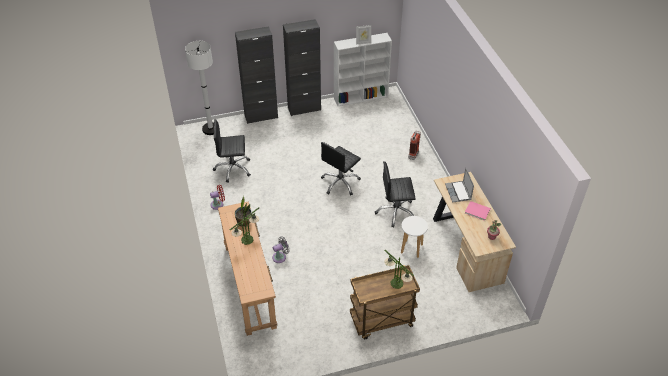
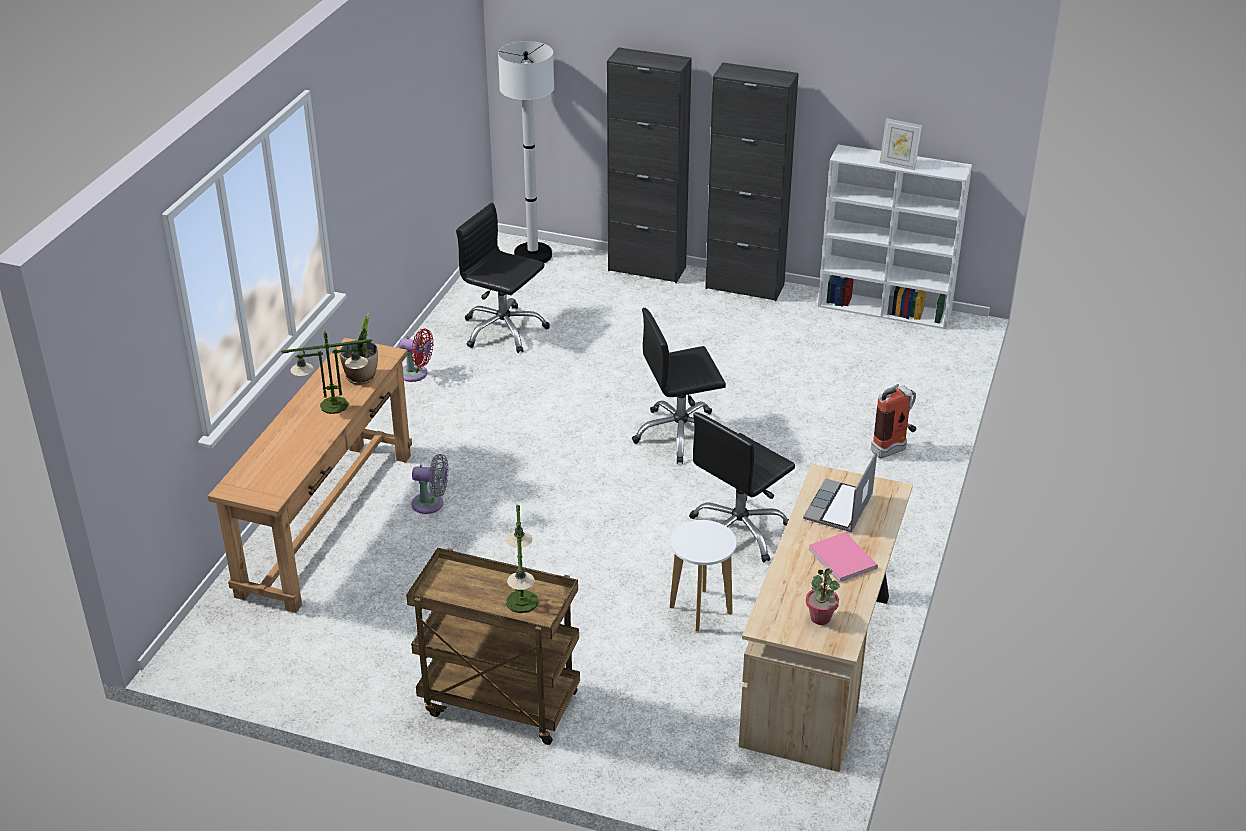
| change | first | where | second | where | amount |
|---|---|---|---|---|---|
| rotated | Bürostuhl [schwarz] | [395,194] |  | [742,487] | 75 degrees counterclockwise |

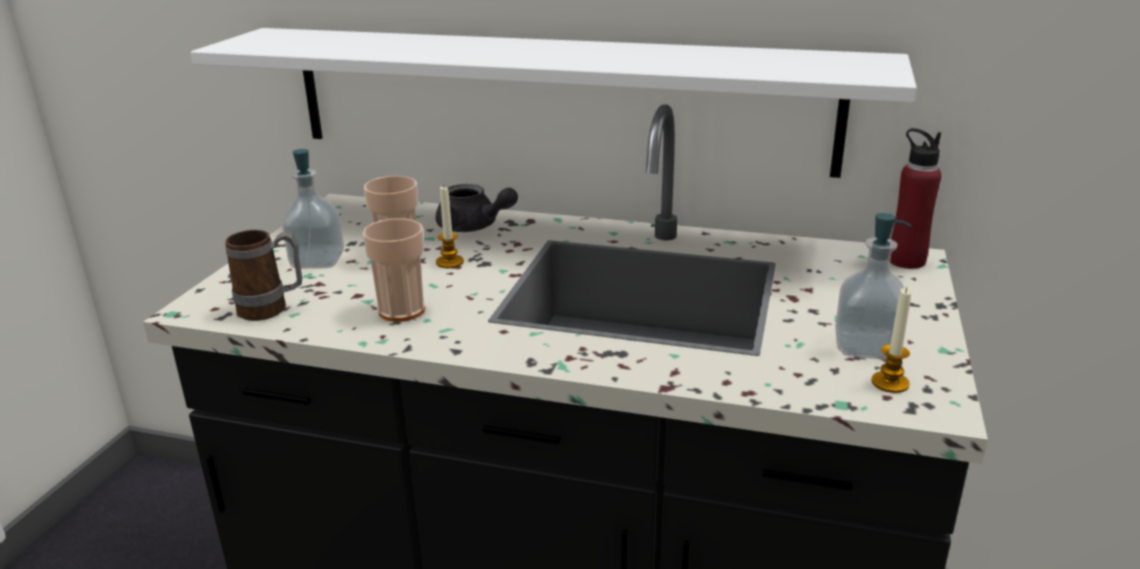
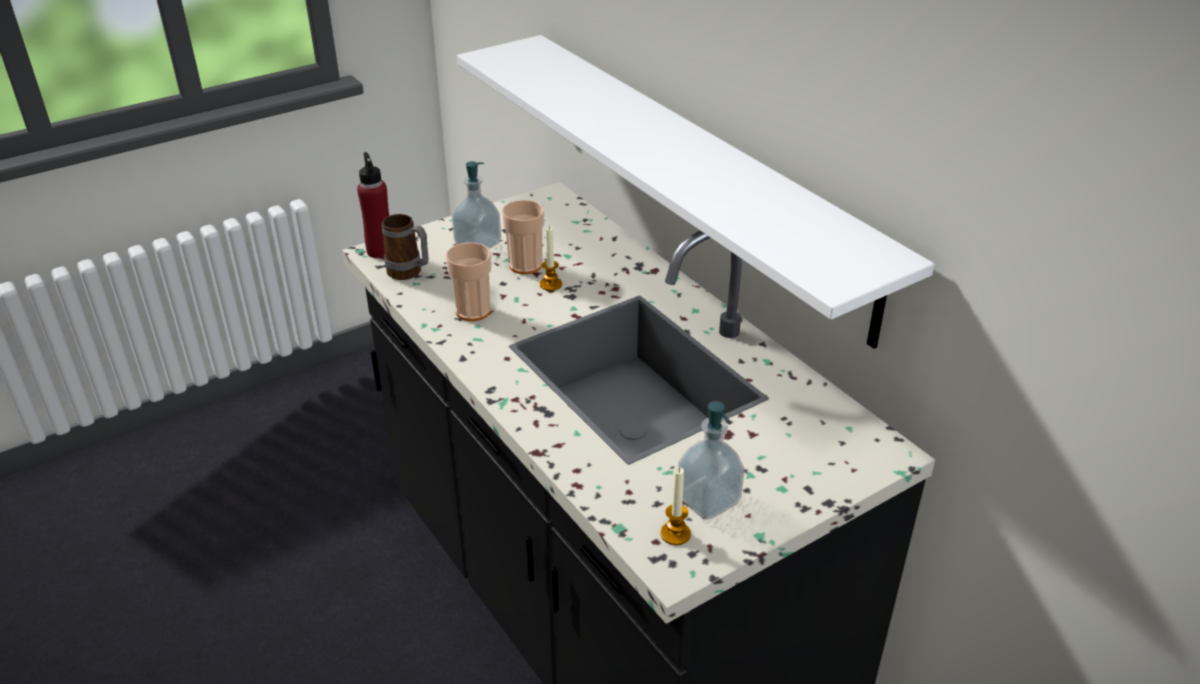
| change | first | where | second | where | amount |
|---|---|---|---|---|---|
| shifted | Flasche [rot] | [916,198] |  | [373,205] |  |
| gone | Teekanne [grau] | [476,208] |  |  |  |

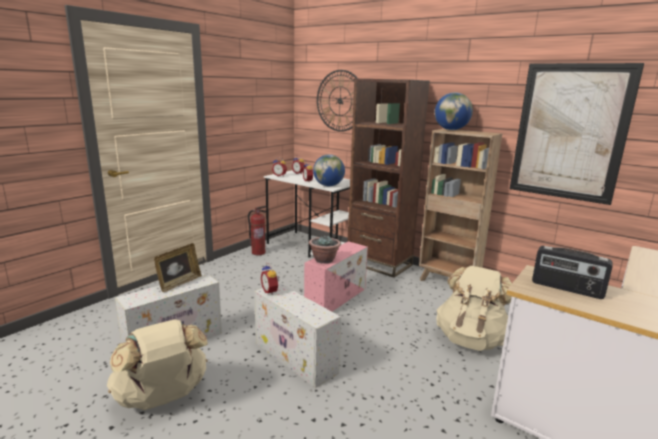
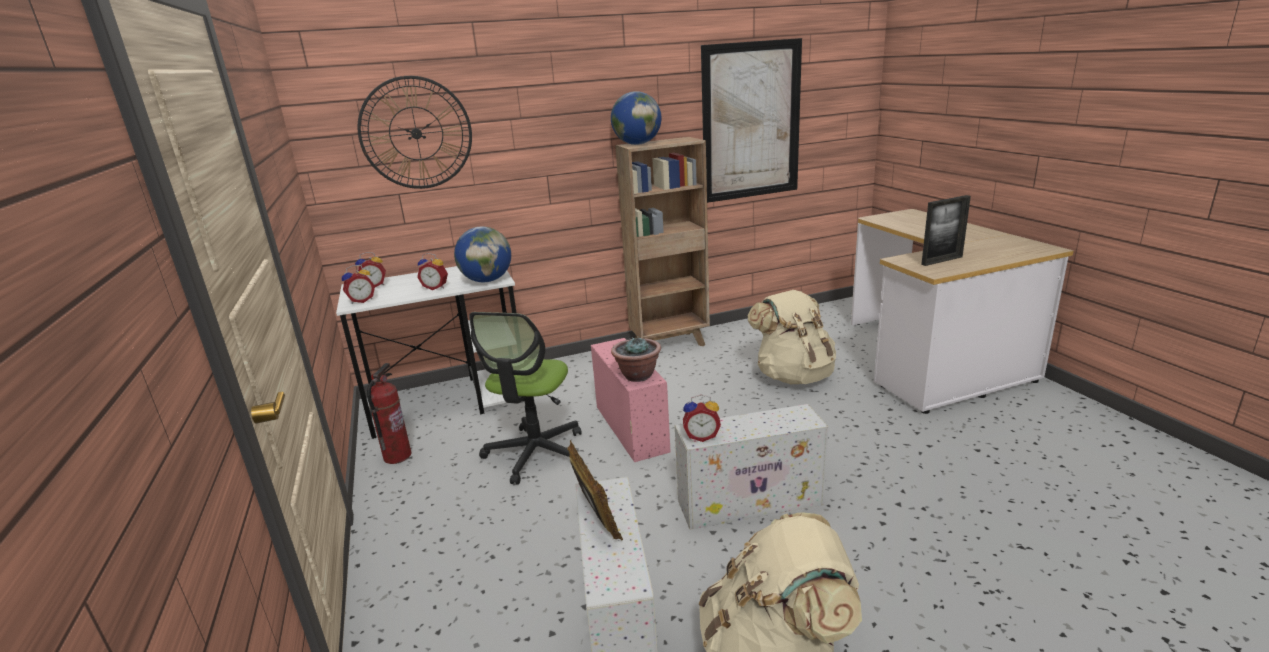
| change | first | where | second | where | amount |
|---|---|---|---|---|---|
| gone | Bücherregal [braun] | [389,178] |  |  |  |
| swapped | Radio | [572,272] | Bilderrahmen | [946,230] |  |
| new |  |  | Bürostuhl | [526,398] |  |

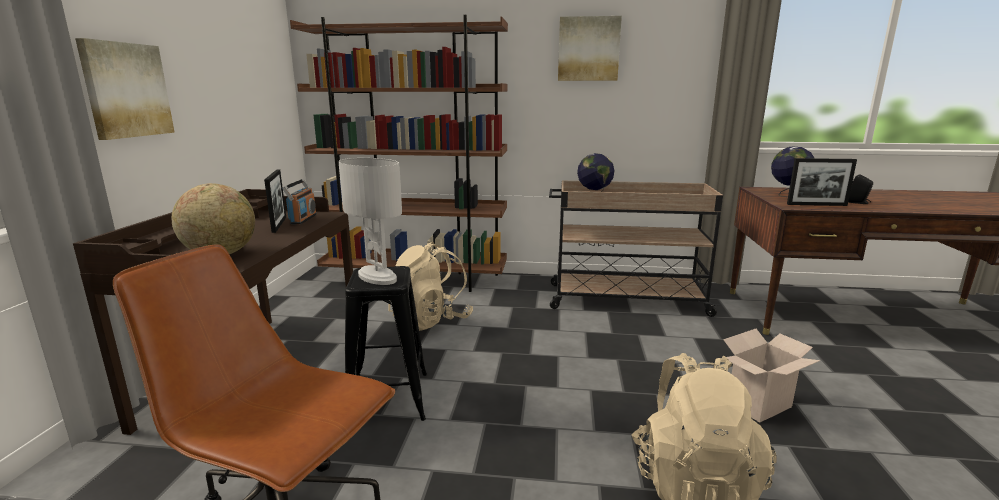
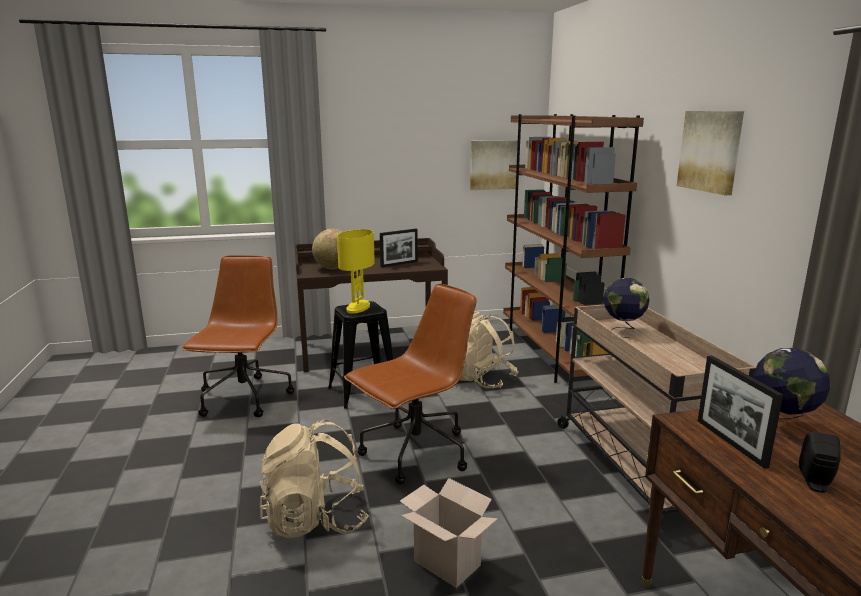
| change | first | where | second | where | amount |
|---|---|---|---|---|---|
| shifted | Bild | [125,89] |  | [494,165] |  |
| repainted | Tischlampe [weiß] | [370,221] | Tischlampe [gelb] | [355,271] |  |
| gone | Radio | [299,201] |  |  |  |
| new |  |  | Bürostuhl [braun] | [410,384] |  |

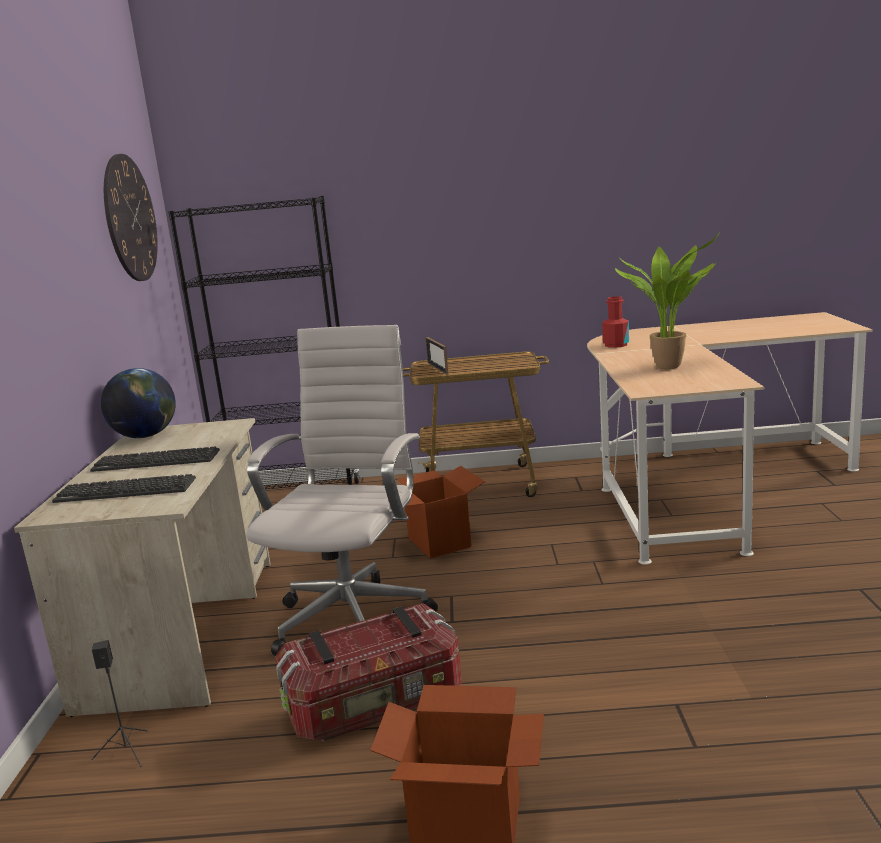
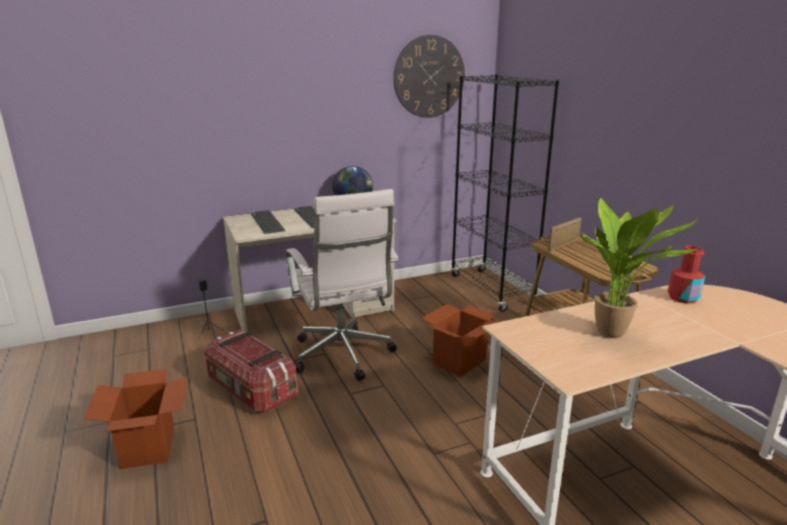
| change | first | where | second | where | amount |
|---|---|---|---|---|---|
| rotated | Bürostuhl [weiß] | [342,490] |  | [342,285] | 75 degrees clockwise |

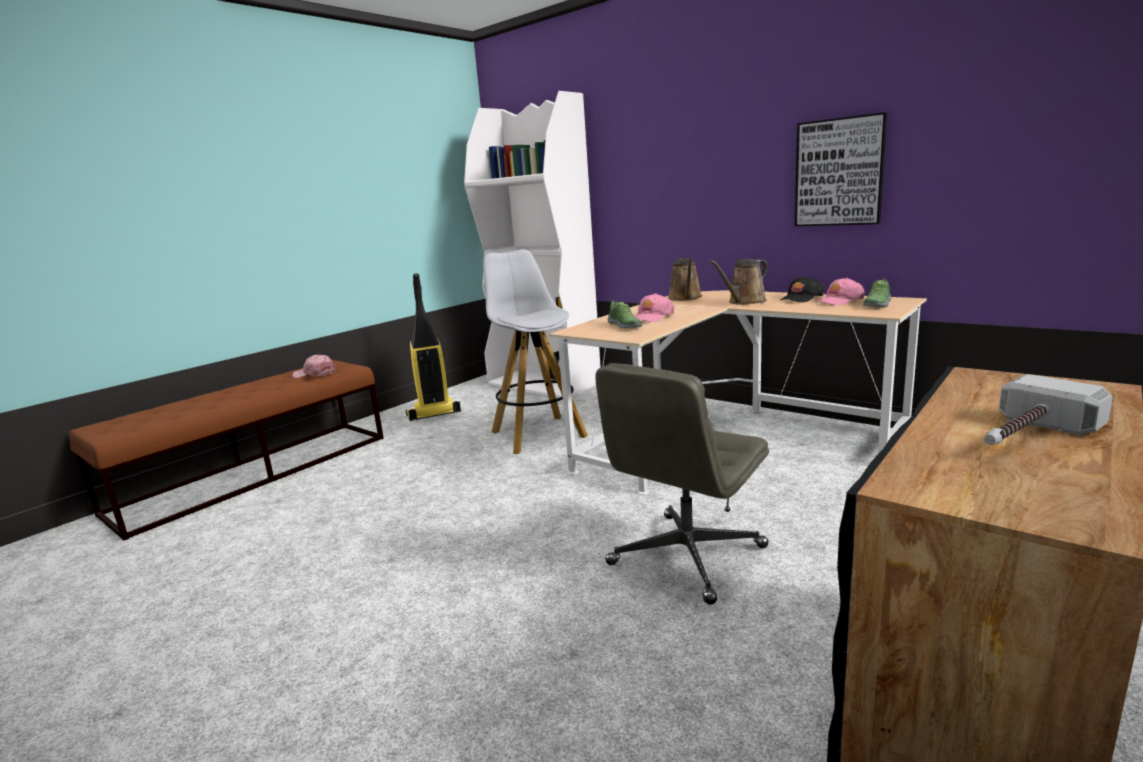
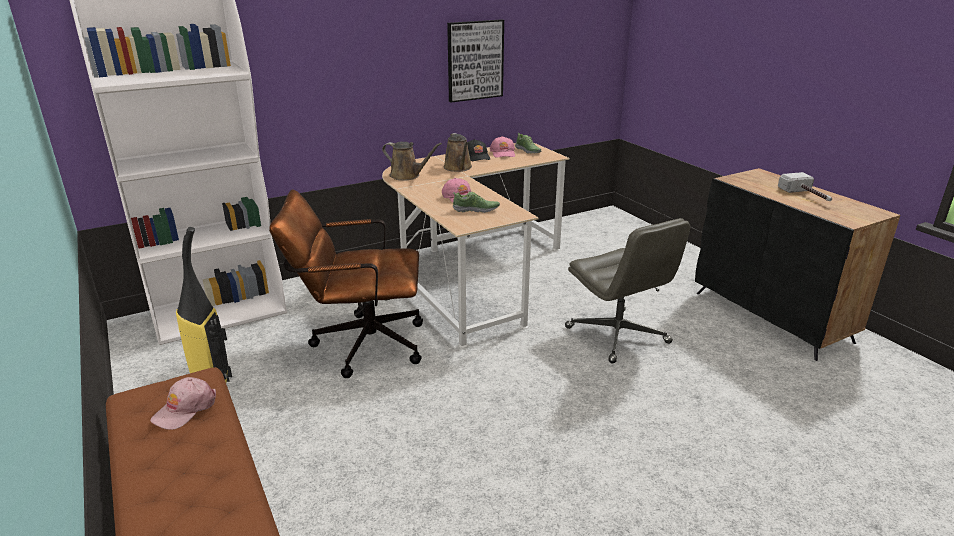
| change | first | where | second | where | amount |
|---|---|---|---|---|---|
| swapped | Hocker [weiß] | [535,351] | Bürostuhl [braun] | [346,283] |  |

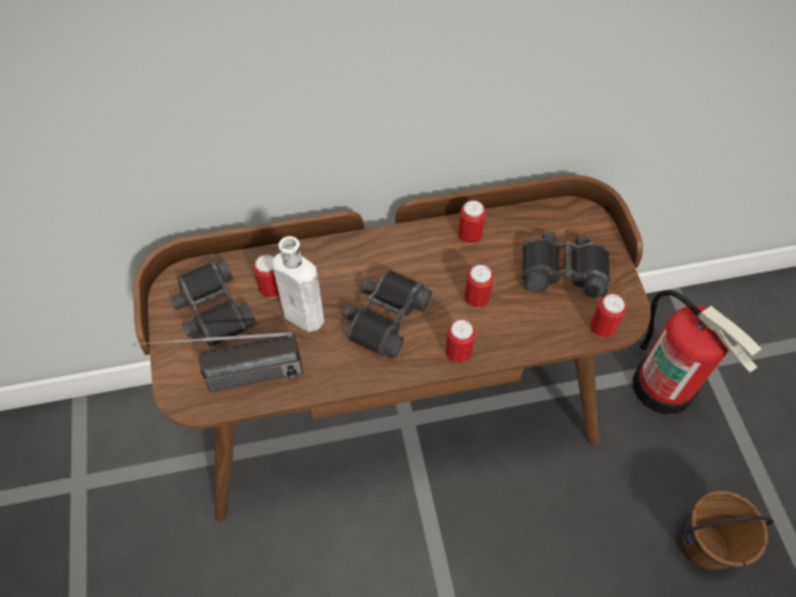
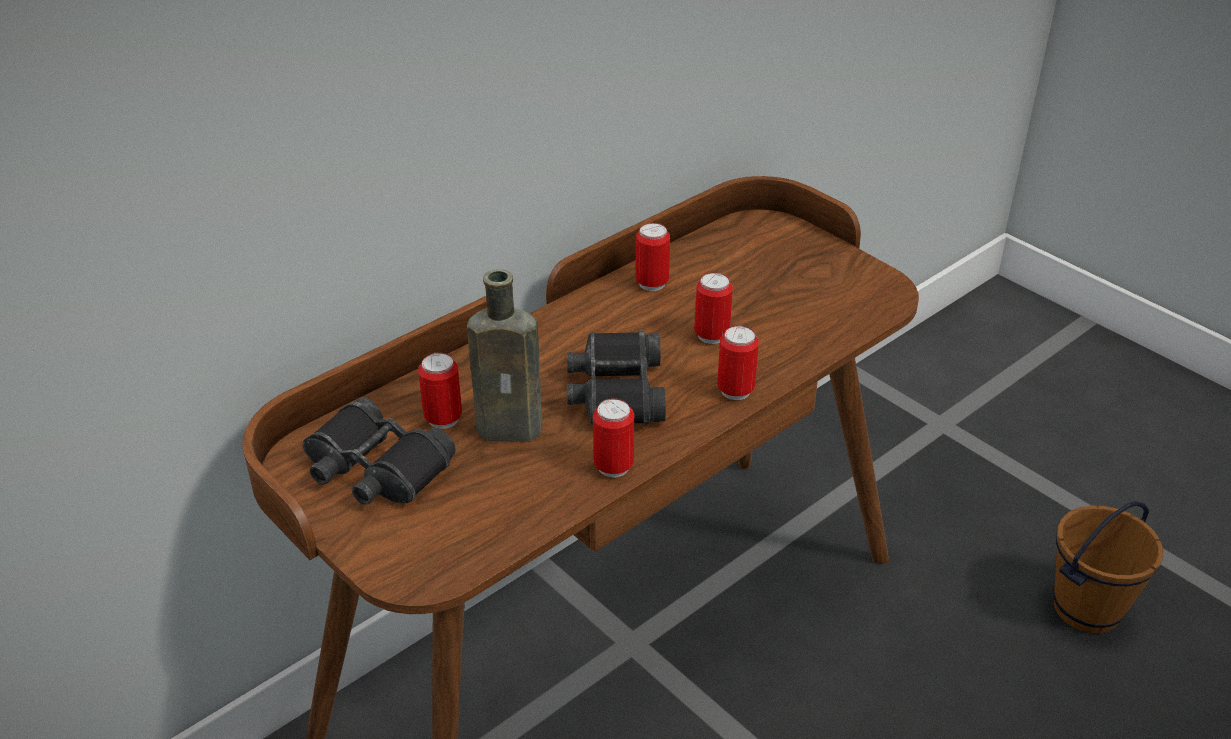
| change | first | where | second | where | amount |
|---|---|---|---|---|---|
| gone | Fernglas [schwarz] | [566,265] |  |  |  |
| repainted | Flasche [weiß] | [298,284] | Flasche [braun] | [504,355] |  |
| gone | Feuerlöscher | [697,352] |  |  |  |
| shifted | Dose | [608,316] |  | [613,437] |  |
| gone | Radio | [218,362] |  |  |  |

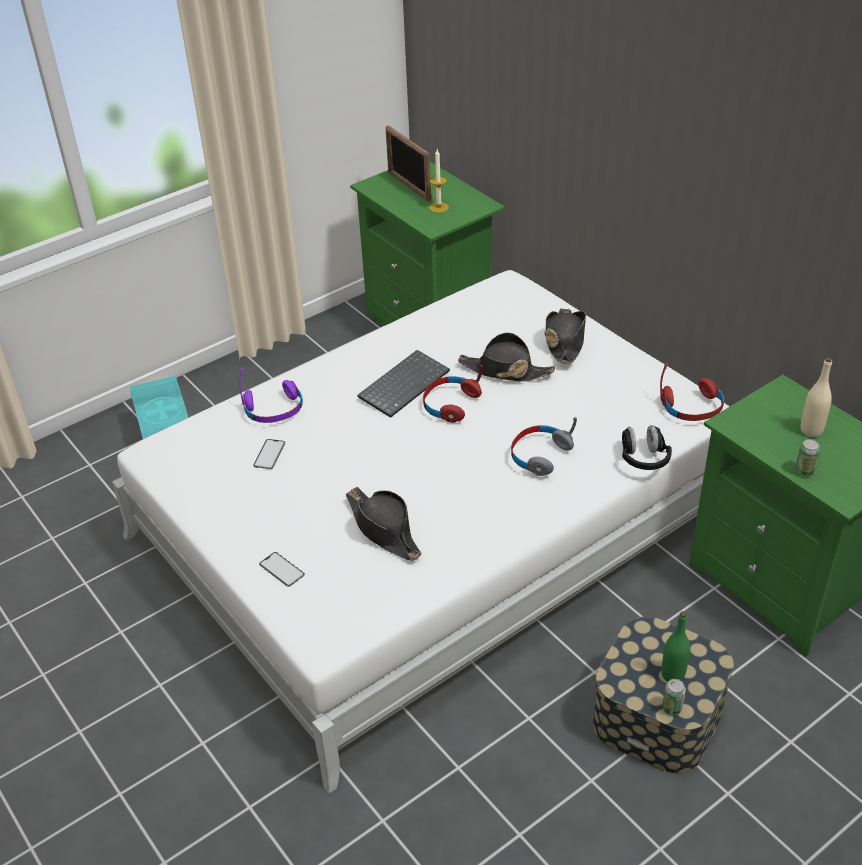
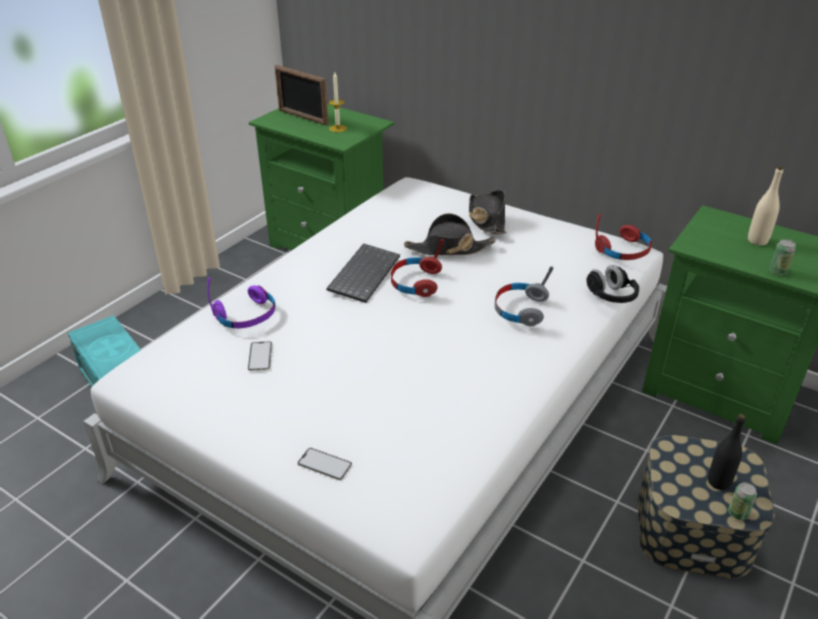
| change | first | where | second | where | amount |
|---|---|---|---|---|---|
| gone | Hut [schwarz] | [384,524] |  |  |  |
| repainted | Flasche [grün] | [675,646] | Flasche [schwarz] | [726,452] |  |

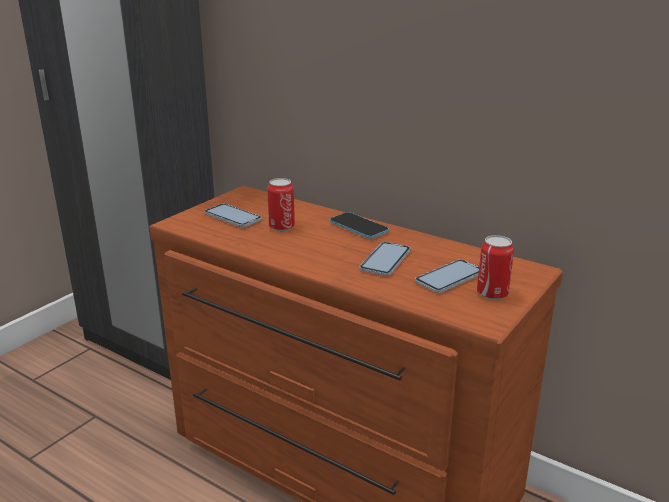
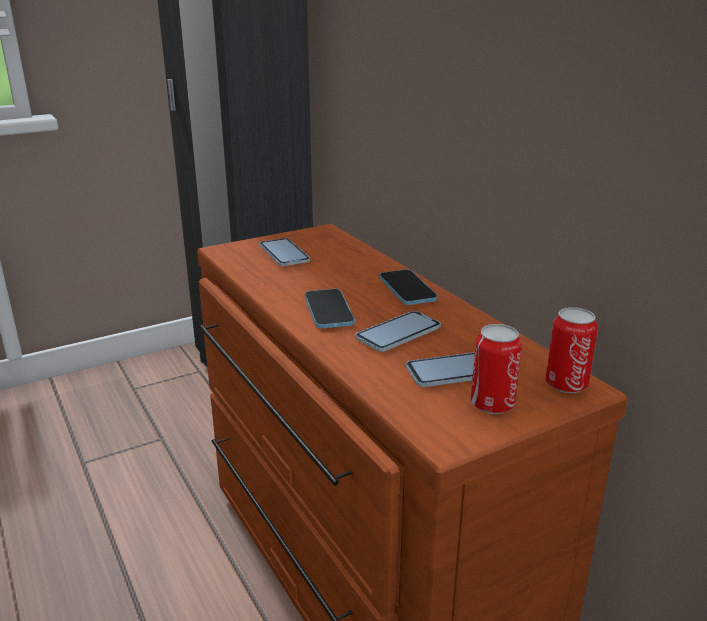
| change | first | where | second | where | amount |
|---|---|---|---|---|---|
| shifted | Dose | [281,204] |  | [571,350] |  |
| new |  |  | Handy | [330,308] |  |

